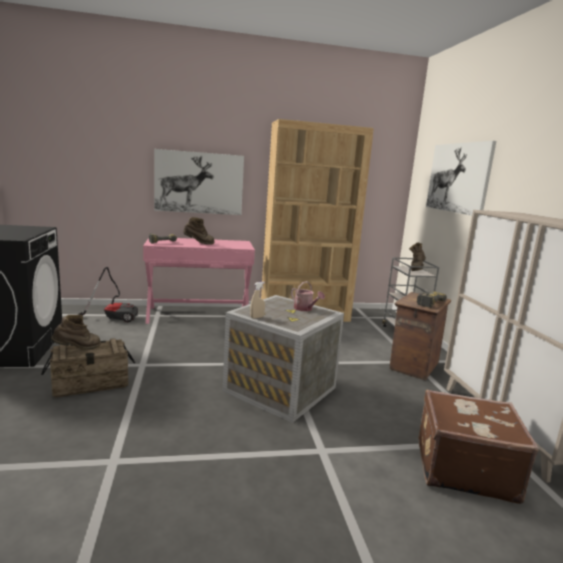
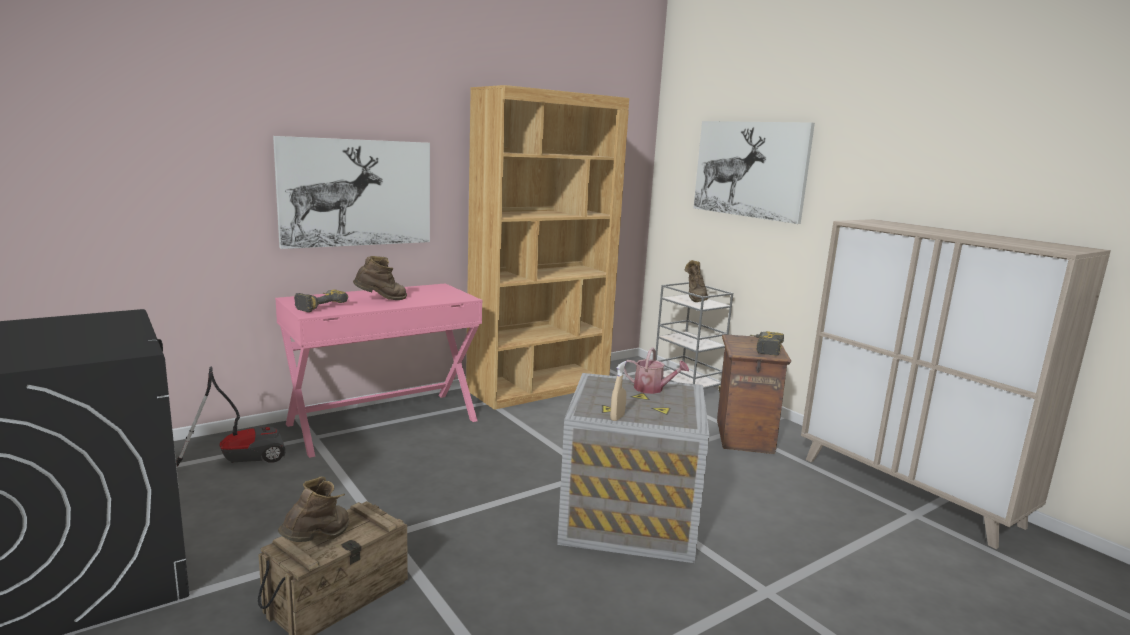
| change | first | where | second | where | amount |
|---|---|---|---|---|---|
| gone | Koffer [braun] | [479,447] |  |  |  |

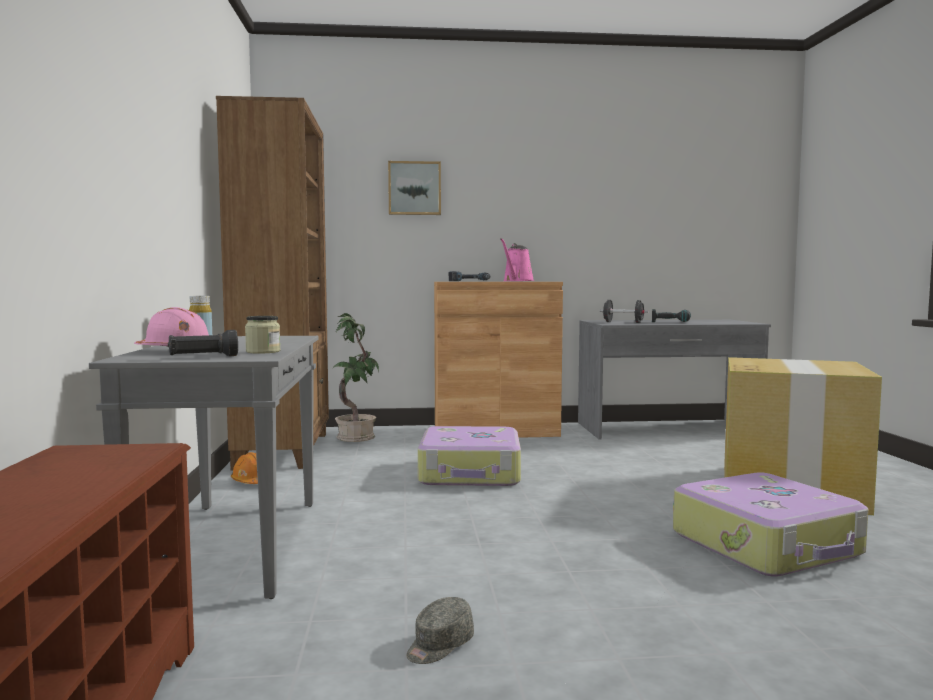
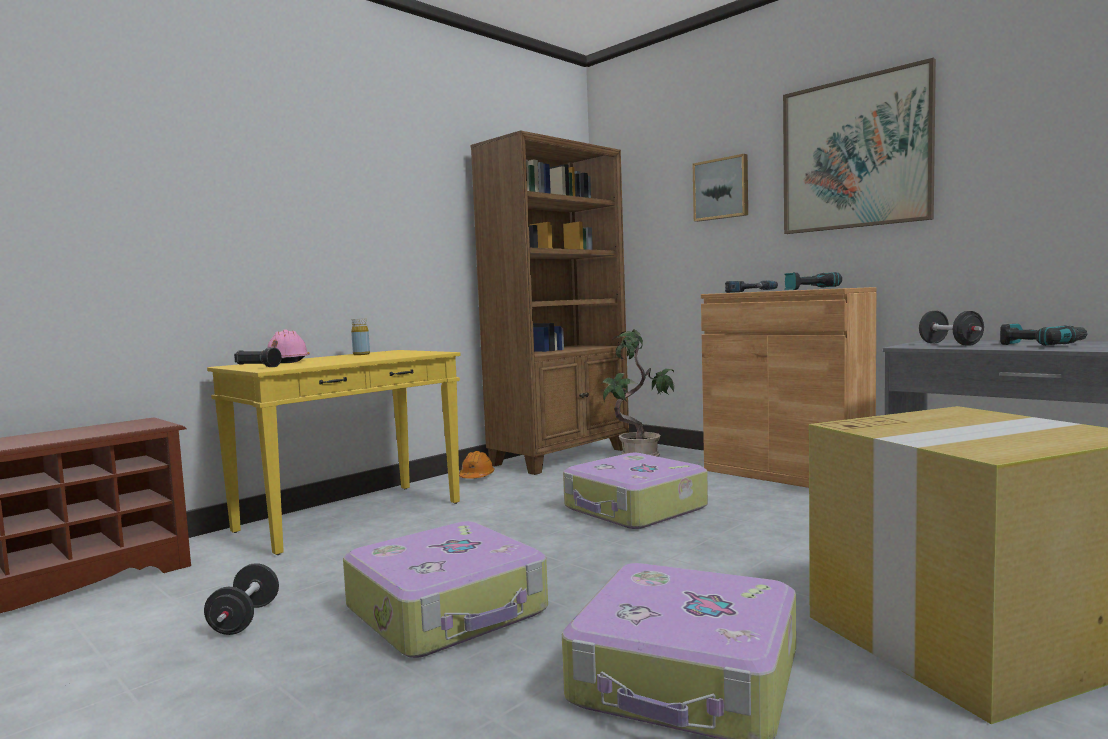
| change | first | where | second | where | amount |
|---|---|---|---|---|---|
| swapped | Gießkanne [rosa] | [517,259] | Bohrmaschine | [813,281] |  |
| gone | Vorratsglas | [262,335] |  |  |  |
| repainted | Konsolentisch [grau] | [204,467] | Konsolentisch [gelb] | [334,452] |  |
| swapped | Kappe [grau] | [440,630] | Hantel [schwarz] | [241,599] |  |
| new |  |  | Bild | [859,146] |  |
| new |  |  | Koffer | [445,589] |  |

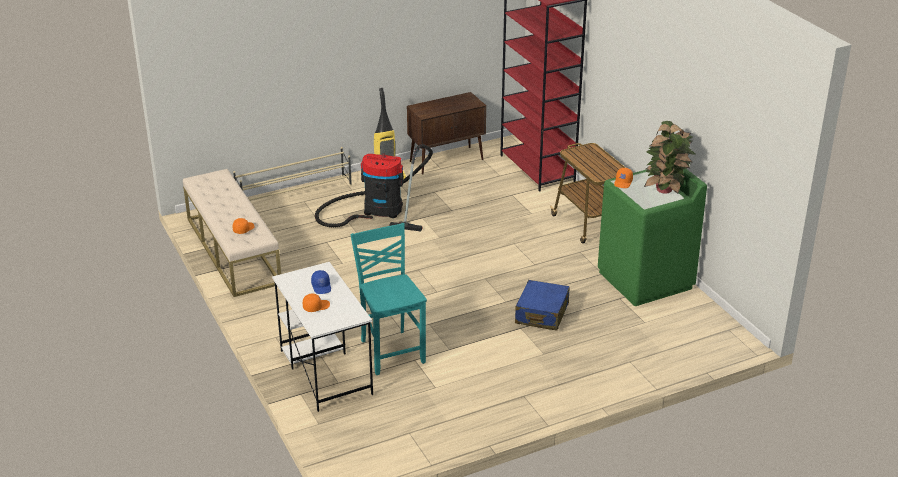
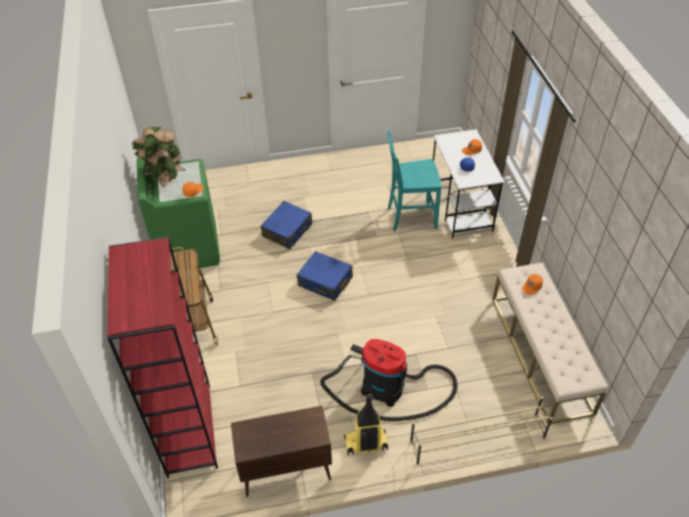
| change | first | where | second | where | amount |
|---|---|---|---|---|---|
| rotated | Stuhl [türkis] | [388,299] |  | [414,181] | 90 degrees clockwise |
| new |  |  | Koffer [blau] | [325,276] |  |

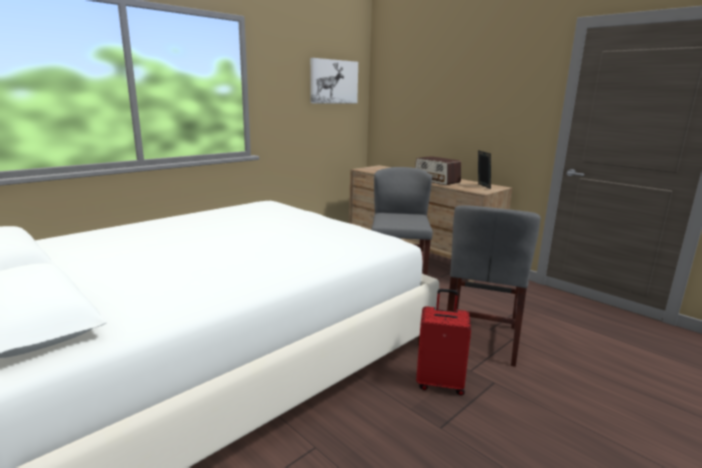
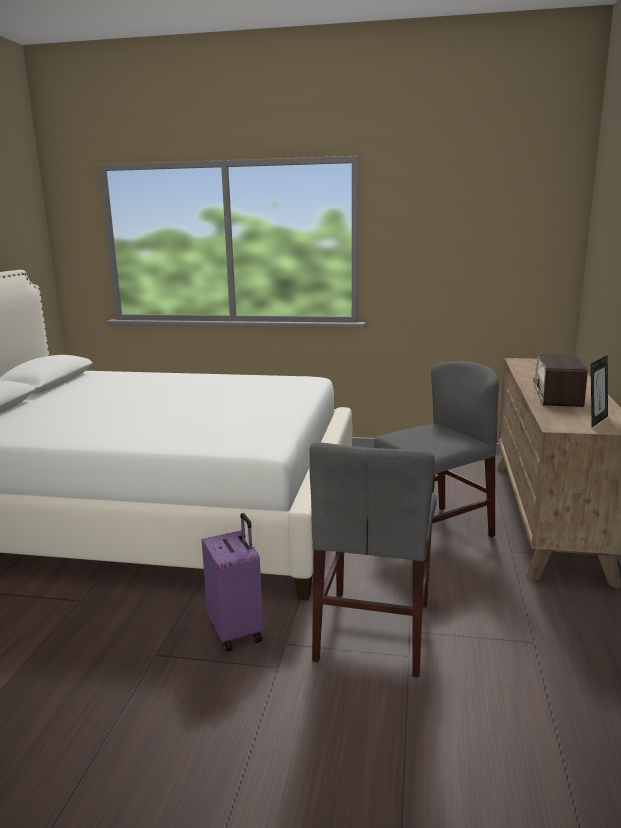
| change | first | where | second | where | amount |
|---|---|---|---|---|---|
| gone | Bild | [334,80] |  |  |  |
| rotated | Stuhl [grau] | [494,286] |  | [373,559] | 60 degrees counterclockwise |
| repainted | Koffer [rot] | [443,342] | Koffer [lila] | [232,582] |  |

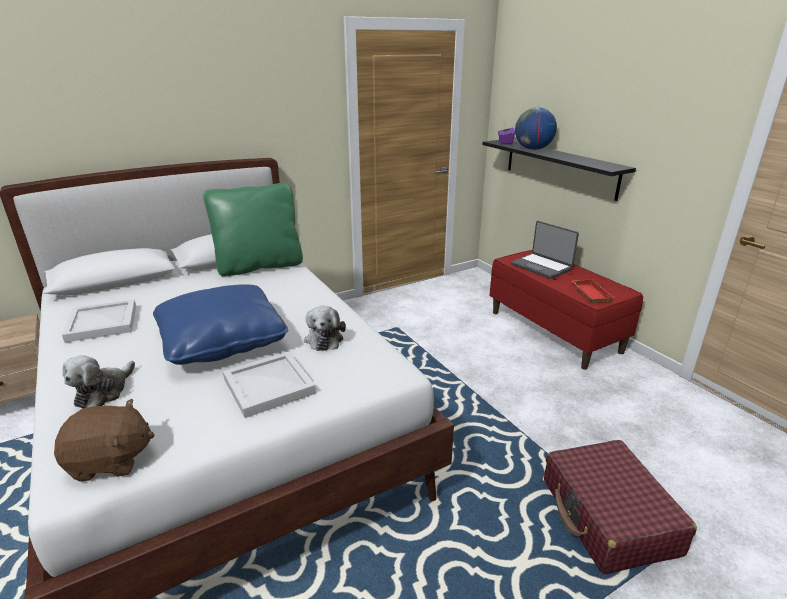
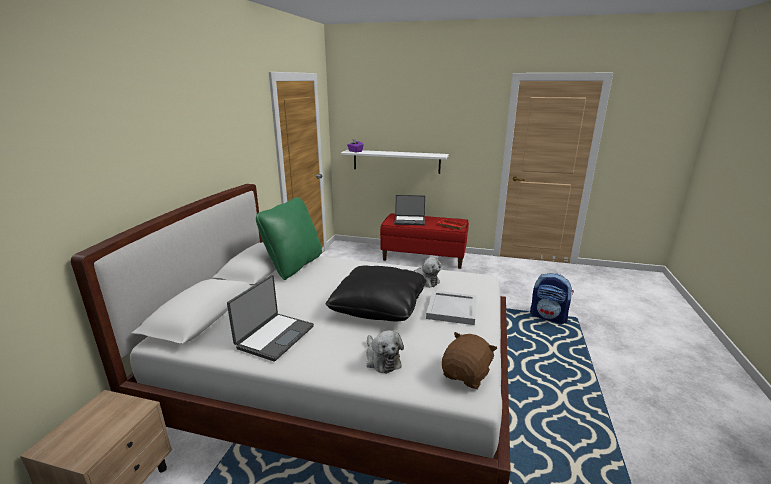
| change | first | where | second | where | amount |
|---|---|---|---|---|---|
| gone | Globus | [536,128] |  |  |  |
| repainted | Wandregal [schwarz] | [559,170] | Wandregal [weiß] | [395,162] |  |
| repainted | Kissen [blau] | [220,325] | Kissen [schwarz] | [376,293] |  |
| swapped | Tablett [weiß] | [99,321] | Laptop | [270,318] |  |
| swapped | Koffer [rot] | [620,507] | Rucksack | [552,298] |  |

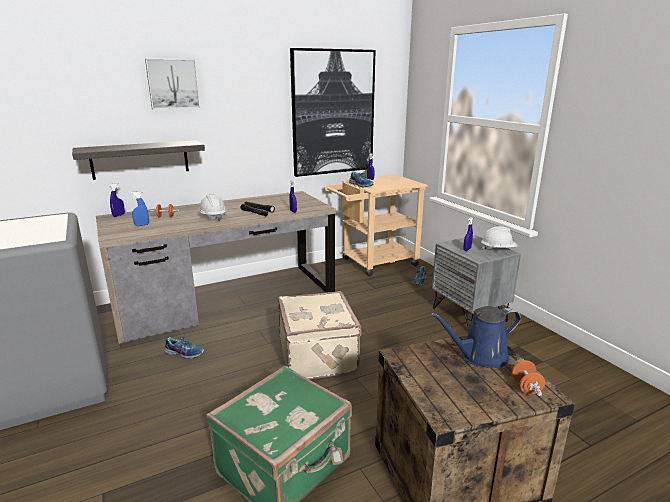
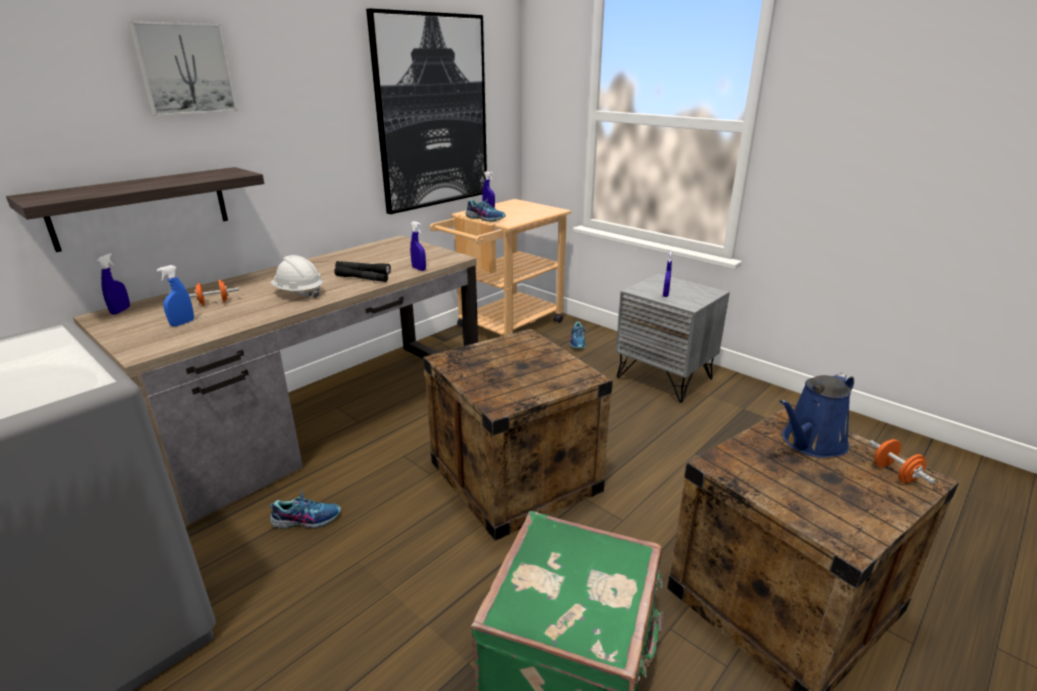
| change | first | where | second | where | amount |
|---|---|---|---|---|---|
| gone | Schutzhelm [weiß] | [499,238] |  |  |  |
| swapped | Koffer [beige] | [319,335] | Kiste | [518,434] |  |

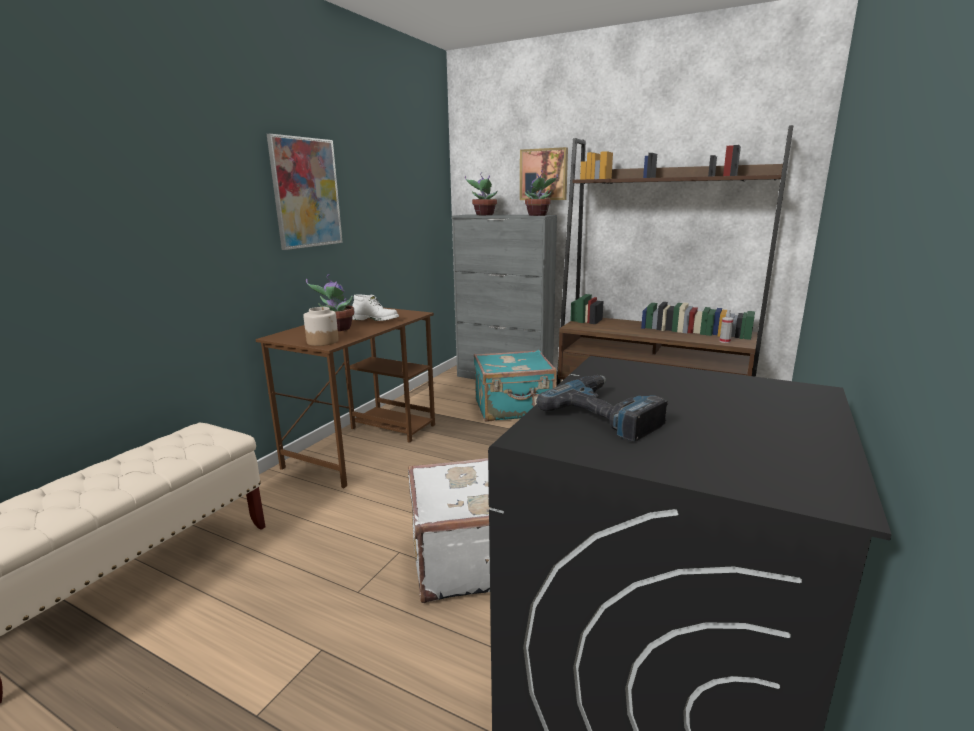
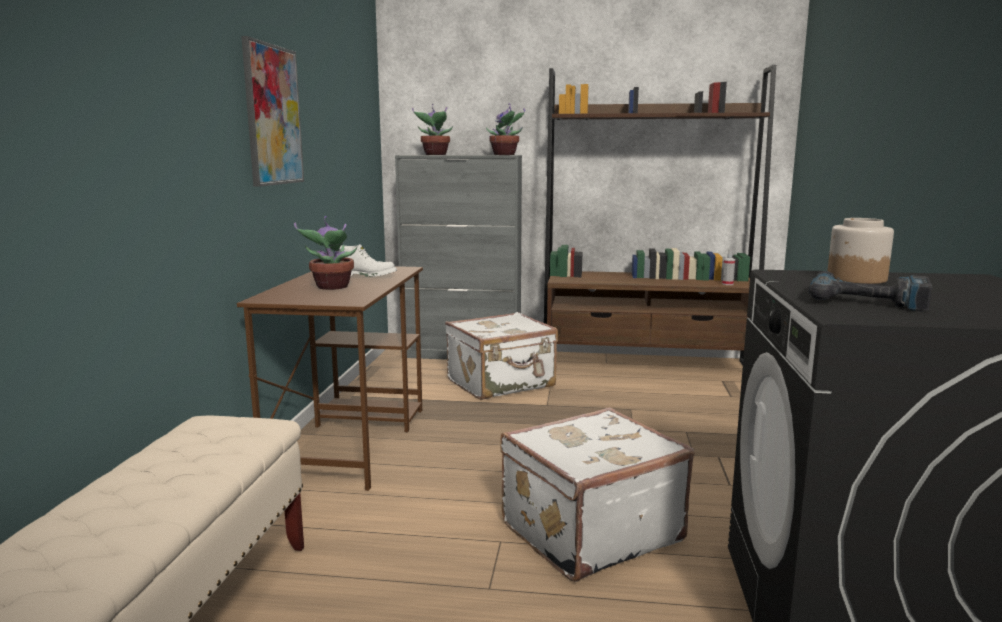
| change | first | where | second | where | amount |
|---|---|---|---|---|---|
| gone | Bild | [544,173] |  |  |  |
| shifted | Vorratsglas | [321,326] |  | [861,251] |  |
| repainted | Koffer [türkis] | [515,385] | Koffer [weiß] | [501,356] |  |

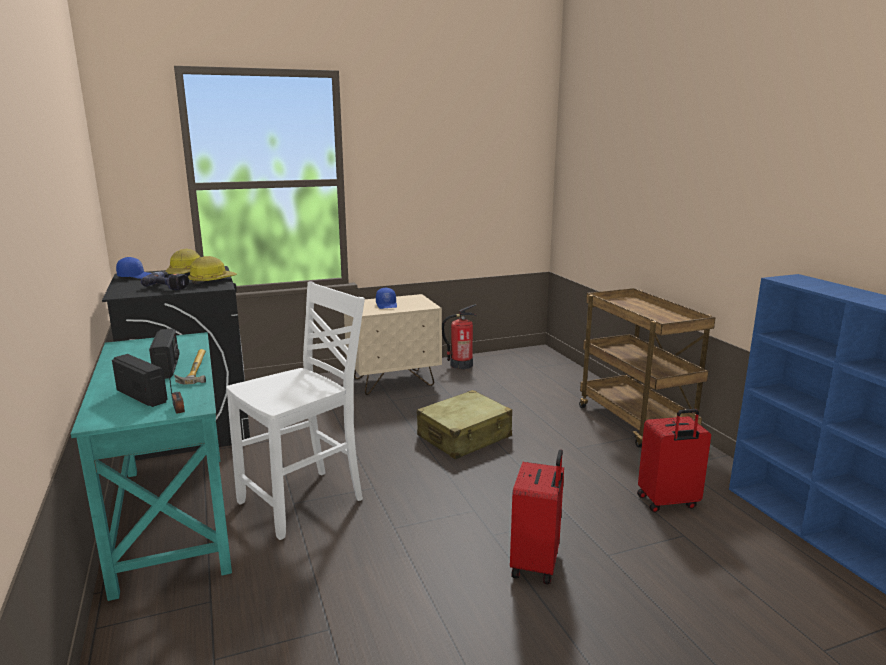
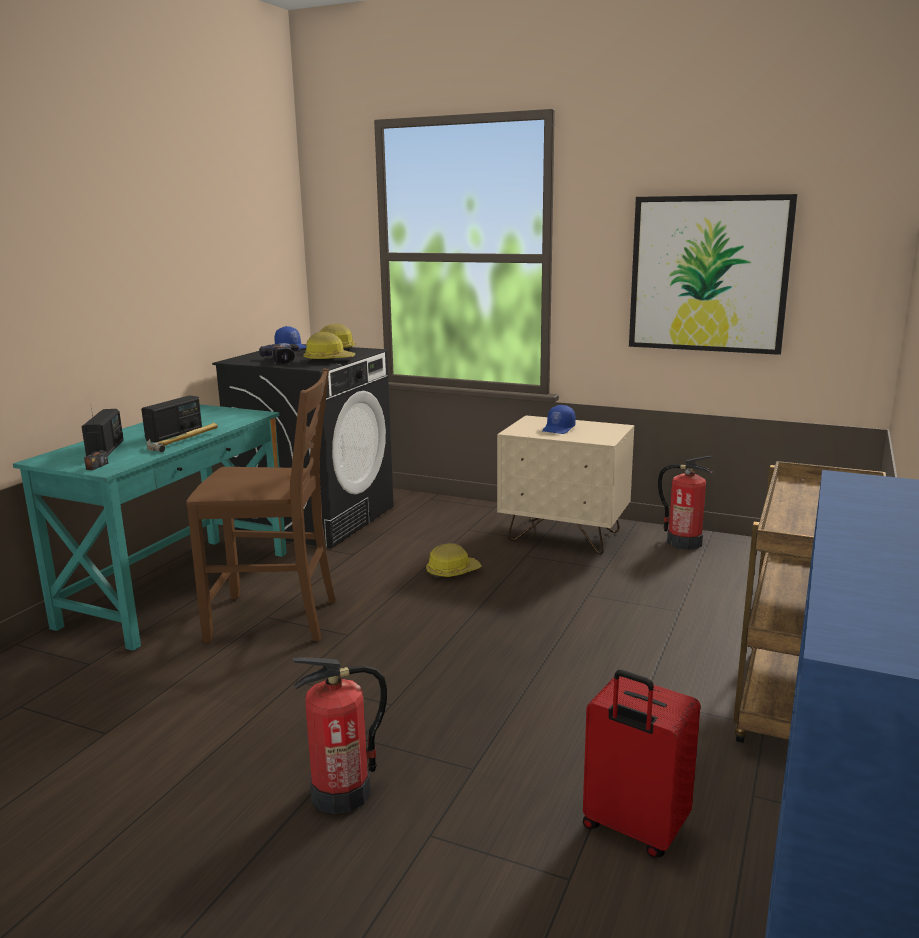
| change | first | where | second | where | amount |
|---|---|---|---|---|---|
| repainted | Stuhl [weiß] | [295,411] | Stuhl [braun] | [261,506] |  |
| gone | Koffer [beige] | [464,424] |  |  |  |
| swapped | Koffer [rot] | [537,516] | Feuerlöscher | [339,735] |  |
| new |  |  | Bild | [713,274] |  |
| new |  |  | Schutzhelm | [454,560] |  |

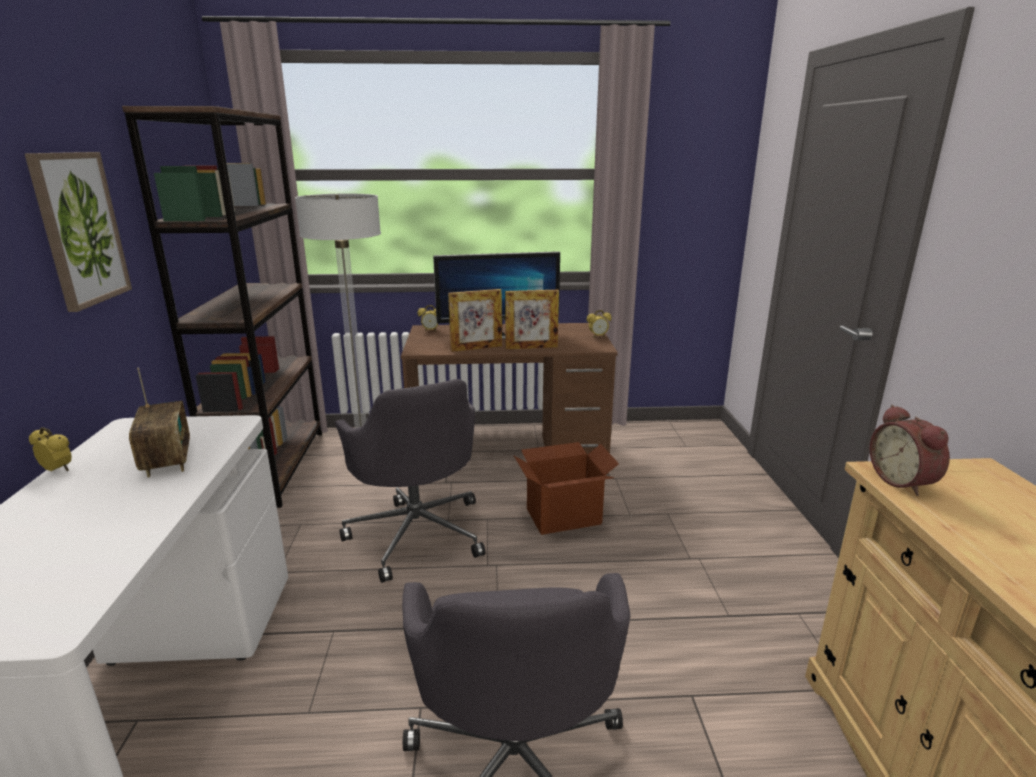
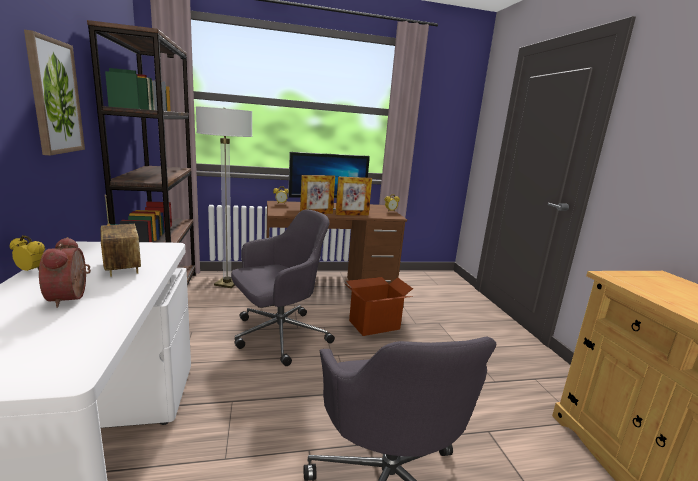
| change | first | where | second | where | amount |
|---|---|---|---|---|---|
| rotated | Bürostuhl [grau] | [410,481] |  | [283,287] | 90 degrees counterclockwise |
| shifted | Wecker | [910,450] |  | [65,272] |  |

